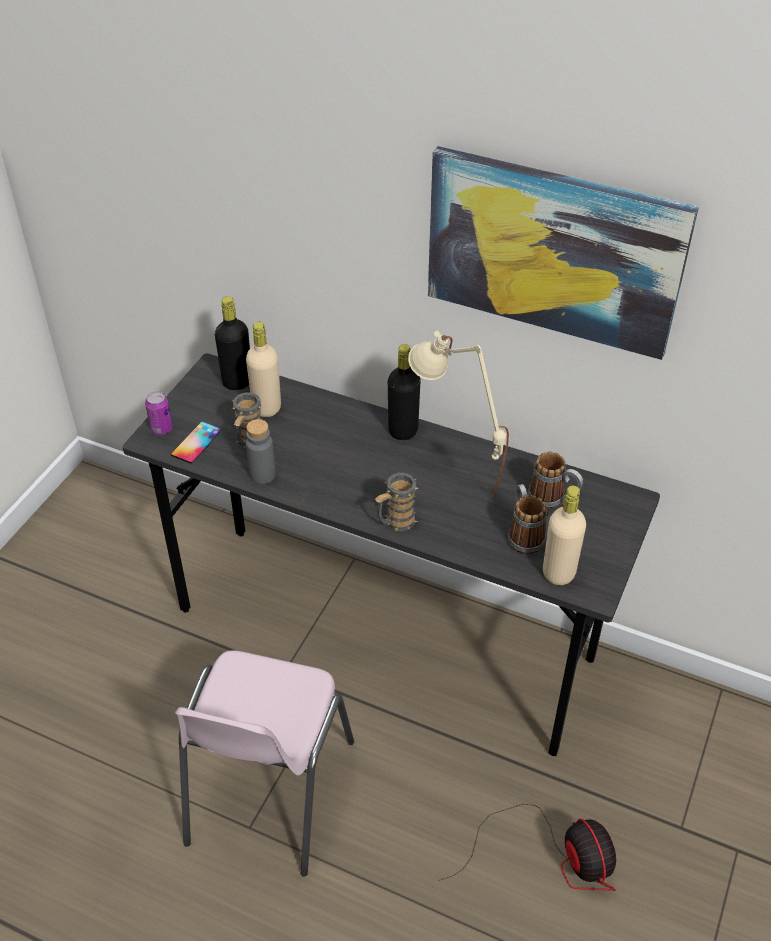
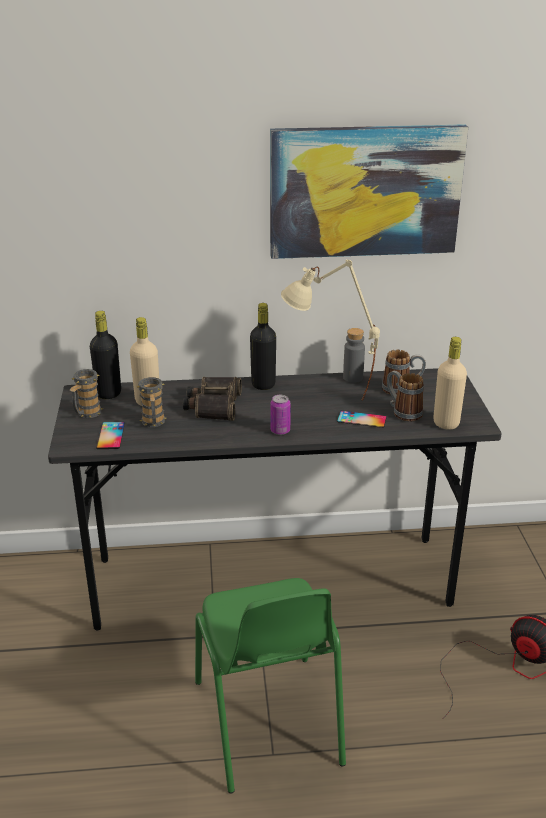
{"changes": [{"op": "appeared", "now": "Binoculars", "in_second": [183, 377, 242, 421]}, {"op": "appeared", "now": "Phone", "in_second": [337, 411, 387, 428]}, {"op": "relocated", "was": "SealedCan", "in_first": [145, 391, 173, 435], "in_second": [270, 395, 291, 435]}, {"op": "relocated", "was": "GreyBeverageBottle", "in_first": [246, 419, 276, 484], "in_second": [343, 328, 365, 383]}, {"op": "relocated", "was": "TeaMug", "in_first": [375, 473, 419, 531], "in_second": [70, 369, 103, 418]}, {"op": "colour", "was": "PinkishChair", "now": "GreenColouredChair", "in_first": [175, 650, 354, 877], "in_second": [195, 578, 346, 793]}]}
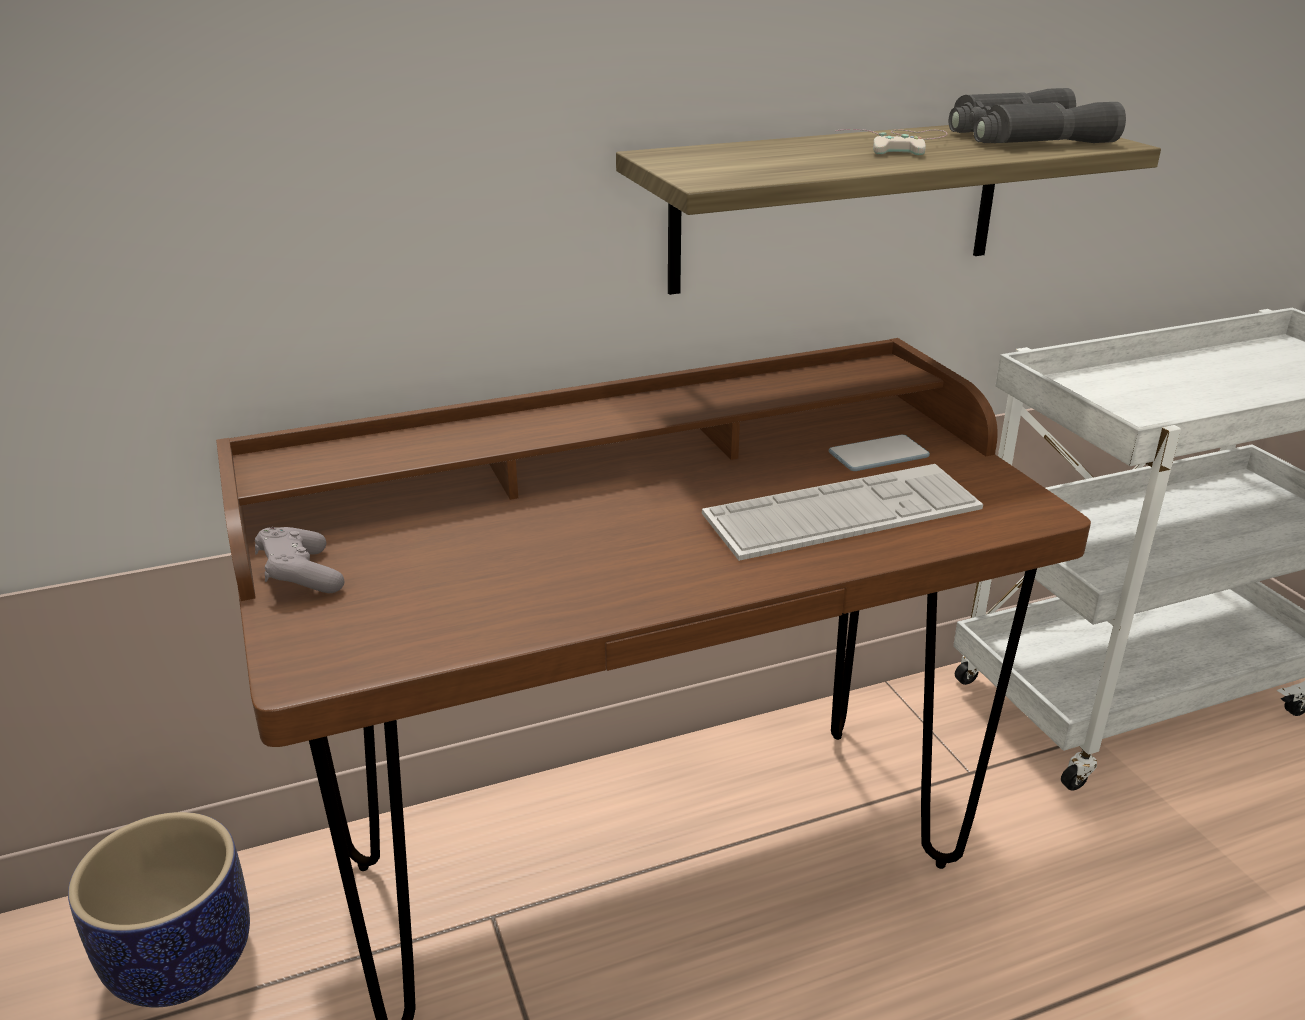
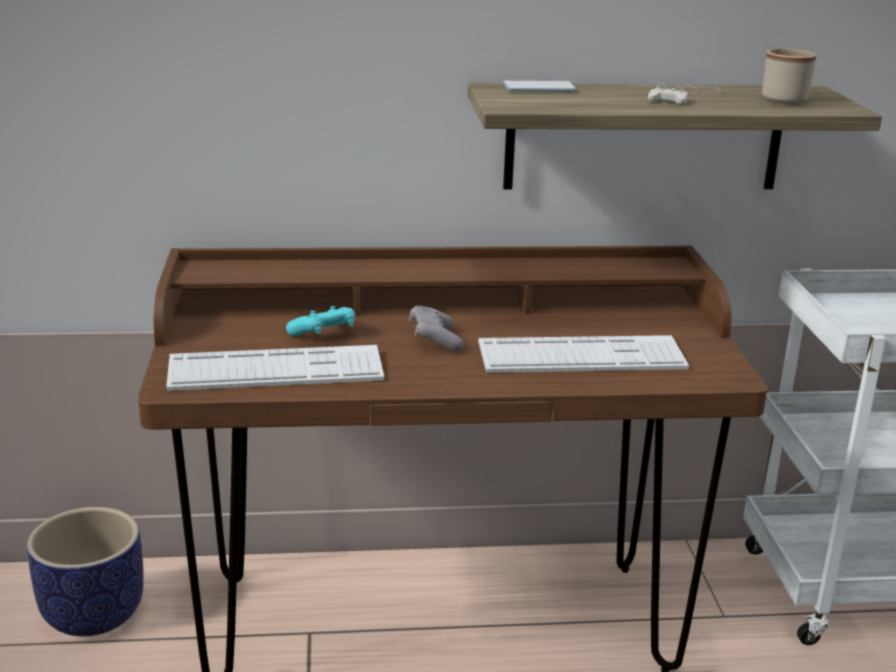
{"changes": [{"op": "appeared", "now": "ComputerKeyboard", "in_second": [166, 345, 384, 391]}, {"op": "appeared", "now": "TurquoiseColouredGamepad", "in_second": [286, 306, 355, 336]}, {"op": "relocated", "was": "GreyGamepad", "in_first": [255, 527, 344, 593], "in_second": [409, 305, 463, 351]}, {"op": "relocated", "was": "Phone", "in_first": [829, 435, 930, 471], "in_second": [502, 80, 577, 92]}, {"op": "exchanged", "was": "GreyBinoculars", "now": "BeigeColouredTeaMug", "in_first": [949, 88, 1126, 143], "in_second": [762, 48, 816, 104]}]}
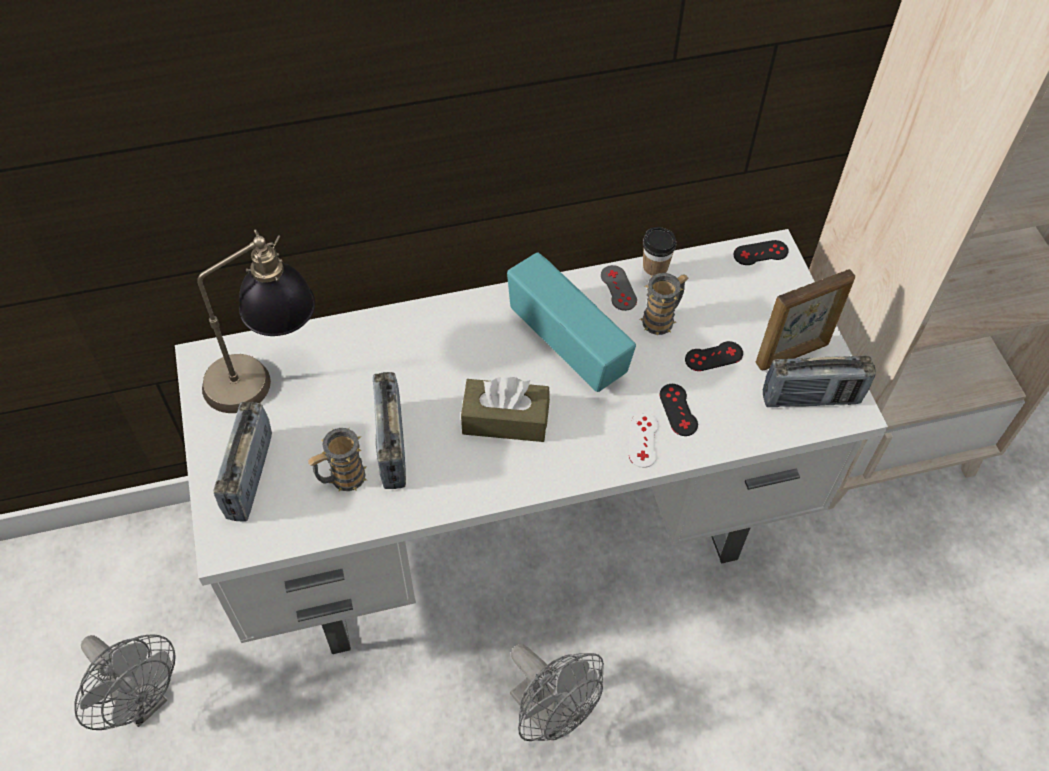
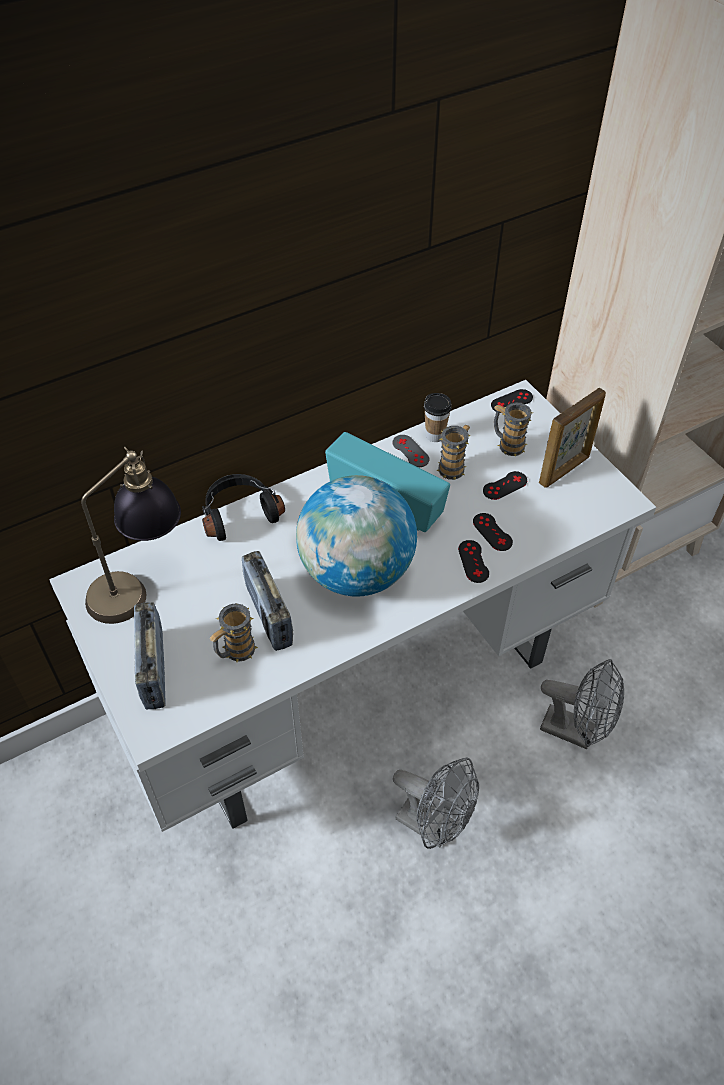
{"changes": [{"op": "missing", "was": "RadioReceiver", "in_first": [763, 356, 876, 407]}, {"op": "appeared", "now": "BlackishHeadset", "in_second": [202, 474, 285, 541]}, {"op": "appeared", "now": "TeaMug", "in_second": [494, 402, 533, 456]}, {"op": "relocated", "was": "GreyFan", "in_first": [74, 634, 176, 730], "in_second": [540, 659, 624, 749]}, {"op": "exchanged", "was": "BrownBoxOfTissues", "now": "WorldGlobe", "in_first": [461, 377, 550, 442], "in_second": [296, 475, 417, 597]}, {"op": "colour", "was": "WhiteColouredGamepad", "now": "BlackishGamepad", "in_first": [629, 413, 658, 468], "in_second": [458, 540, 489, 583]}]}
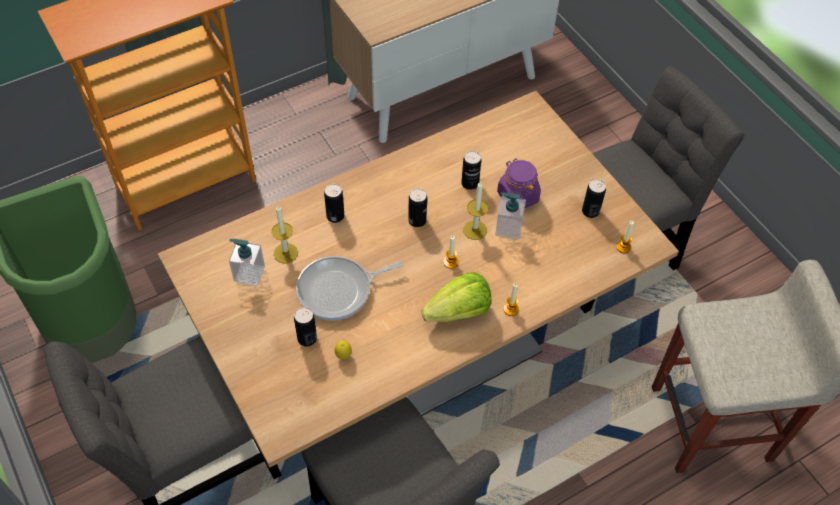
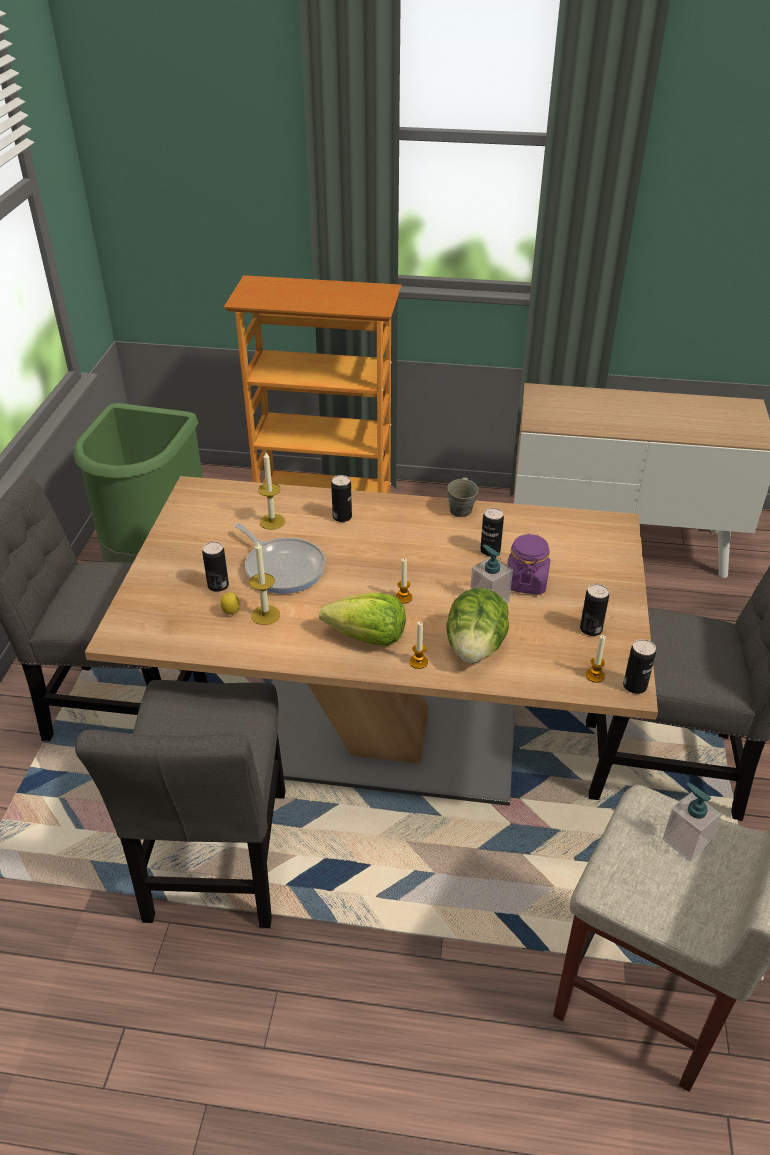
{"changes": [{"op": "appeared", "now": "Lettuce", "in_second": [446, 588, 509, 663]}, {"op": "appeared", "now": "GreyTeaMug", "in_second": [447, 478, 478, 517]}, {"op": "relocated", "was": "SoapBottle", "in_first": [229, 239, 265, 286], "in_second": [663, 782, 722, 862]}, {"op": "relocated", "was": "SealedCan", "in_first": [408, 188, 427, 227], "in_second": [623, 639, 656, 694]}, {"op": "relocated", "was": "Candle", "in_first": [463, 181, 488, 240], "in_second": [250, 542, 280, 625]}, {"op": "spun", "was": "FryingPan", "in_first": [296, 256, 404, 321], "in_second": [235, 523, 326, 594], "clockwise": -150}]}
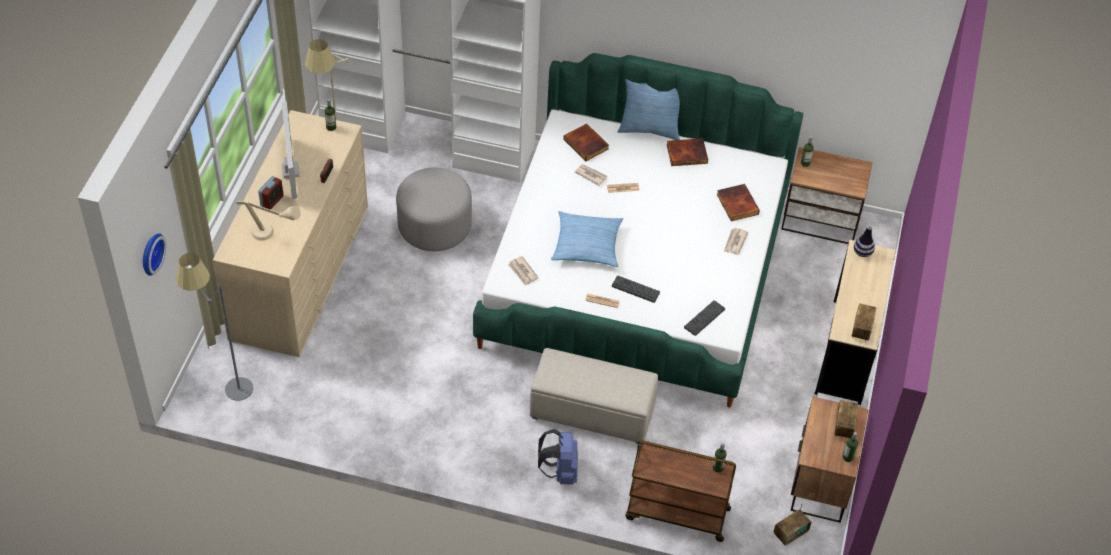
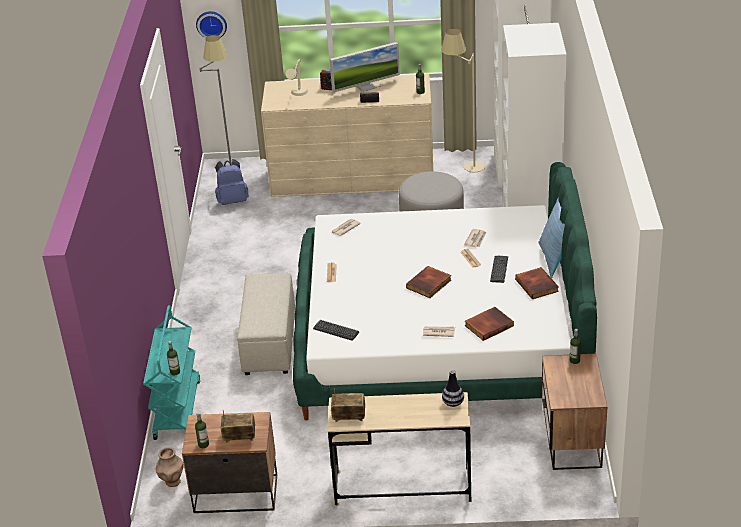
{"changes": [{"op": "missing", "was": "Cushion", "in_first": [551, 211, 623, 267]}, {"op": "relocated", "was": "BlueColouredBackpack", "in_first": [538, 429, 578, 485], "in_second": [215, 159, 249, 205]}, {"op": "relocated", "was": "Book", "in_first": [563, 124, 609, 161], "in_second": [406, 266, 451, 298]}, {"op": "relocated", "was": "ComputerKeyboard", "in_first": [612, 276, 660, 303], "in_second": [490, 256, 508, 283]}, {"op": "exchanged", "was": "RadioReceiver", "now": "BrownFlowerVase", "in_first": [774, 503, 811, 546], "in_second": [156, 447, 184, 487]}, {"op": "colour", "was": "BrownWheeledCart", "now": "TurquoiseColouredWheeledCart", "in_first": [625, 440, 736, 542], "in_second": [143, 305, 200, 440]}]}
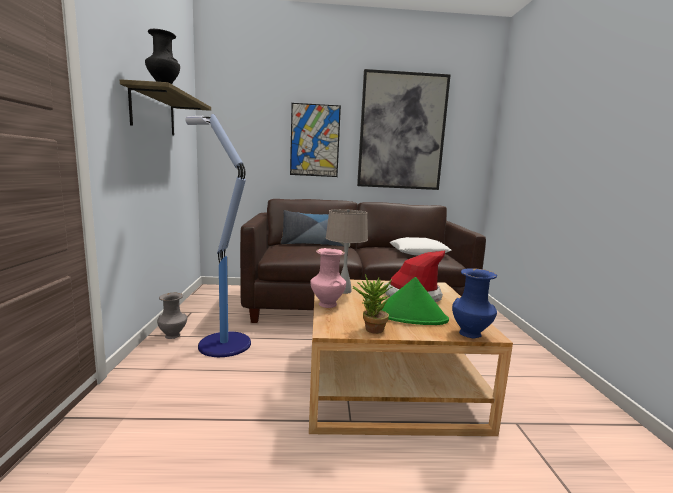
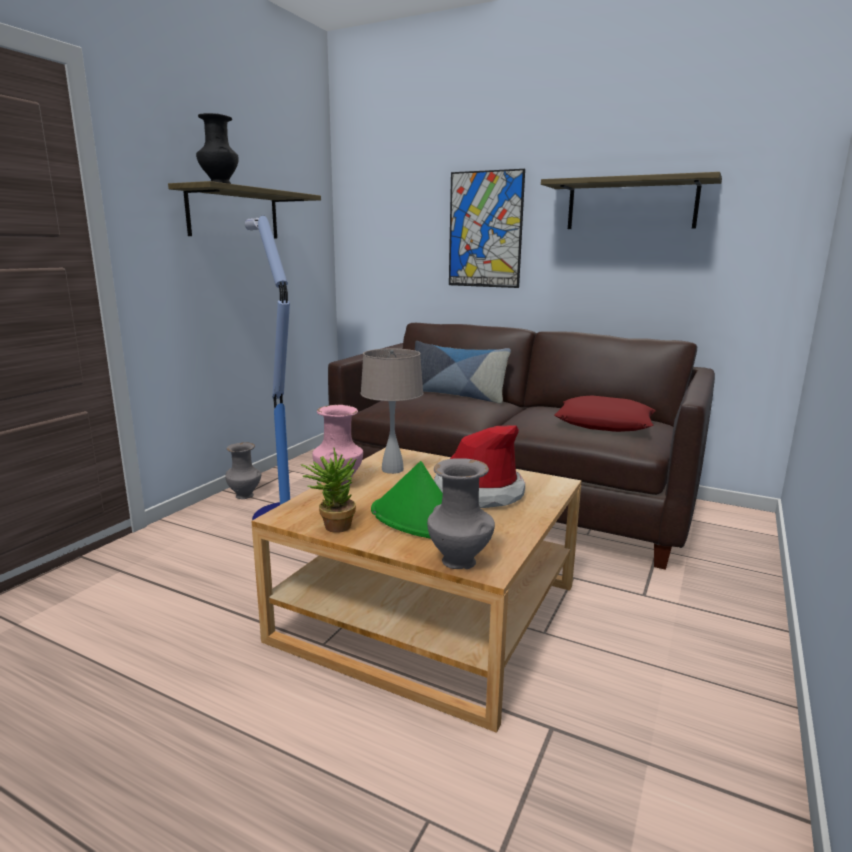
{"changes": [{"op": "exchanged", "was": "Picture", "now": "Shelf", "in_first": [357, 69, 451, 190], "in_second": [541, 172, 722, 229]}, {"op": "colour", "was": "WhiteColouredCushion", "now": "ReddishCushion", "in_first": [389, 237, 452, 255], "in_second": [554, 395, 656, 432]}, {"op": "colour", "was": "BlueColouredFlowerVase", "now": "GreyFlowerVase", "in_first": [452, 268, 497, 339], "in_second": [427, 458, 495, 569]}]}
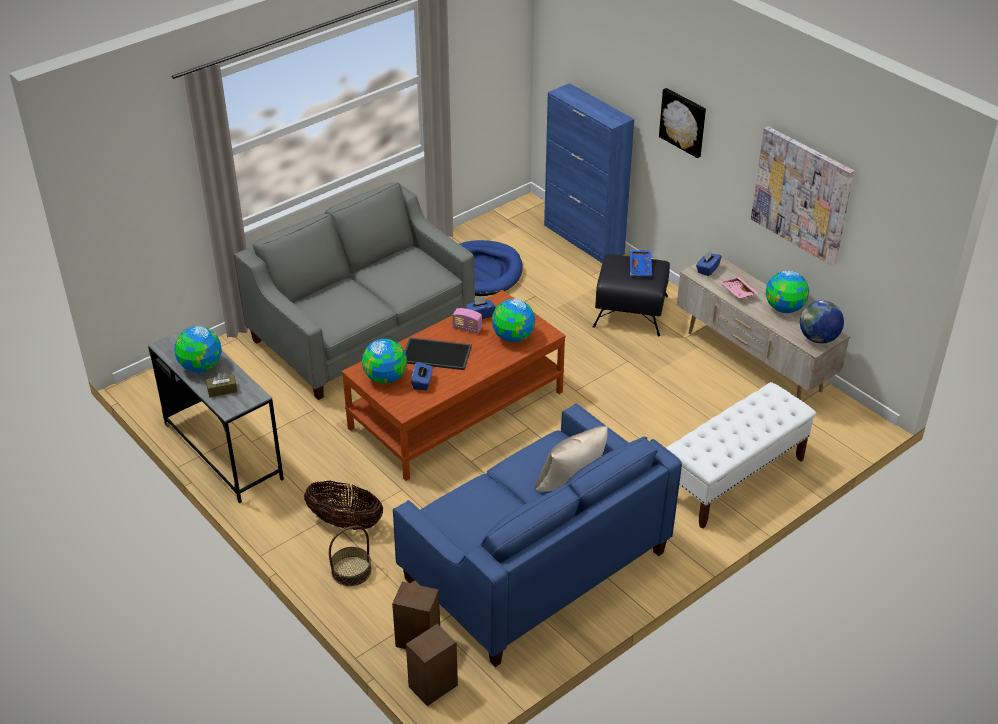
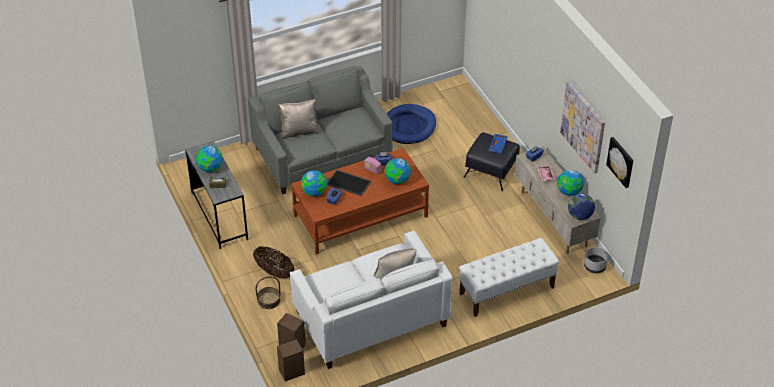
{"changes": [{"op": "missing", "was": "BlueColouredCupboard", "in_first": [544, 83, 634, 263]}, {"op": "appeared", "now": "BeigeColouredCushion", "in_second": [279, 99, 319, 138]}, {"op": "appeared", "now": "GreyPlanter", "in_second": [584, 247, 608, 273]}, {"op": "relocated", "was": "Picture", "in_first": [659, 88, 706, 158], "in_second": [606, 137, 633, 188]}, {"op": "colour", "was": "BlueColouredSettee", "now": "WhiteColouredSettee", "in_first": [393, 404, 682, 667], "in_second": [290, 230, 453, 369]}]}
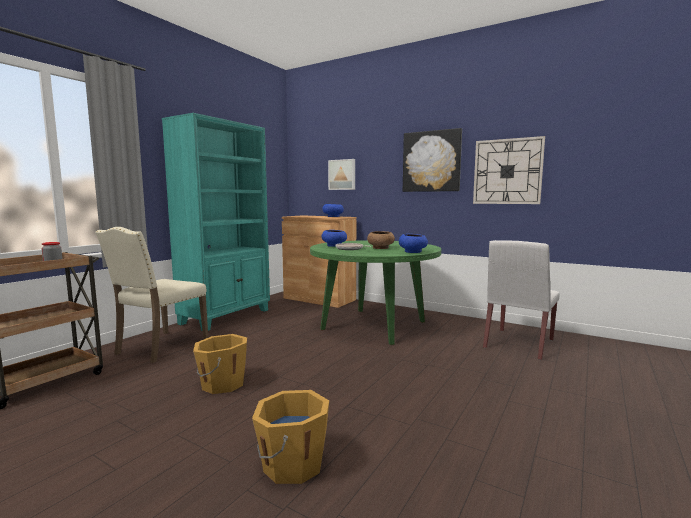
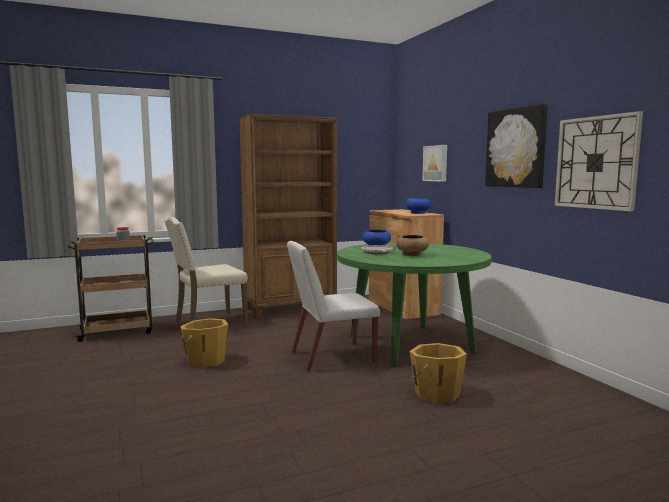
{"changes": [{"op": "missing", "was": "BlueColouredServingBowl", "in_first": [399, 234, 428, 253]}, {"op": "relocated", "was": "OrangeyBucket", "in_first": [252, 390, 329, 484], "in_second": [410, 343, 467, 403]}, {"op": "relocated", "was": "WhiteColouredChair", "in_first": [483, 240, 559, 360], "in_second": [287, 241, 380, 372]}, {"op": "colour", "was": "TurquoiseColouredBookcase", "now": "BrownBookcase", "in_first": [162, 113, 270, 331], "in_second": [239, 114, 337, 319]}]}
